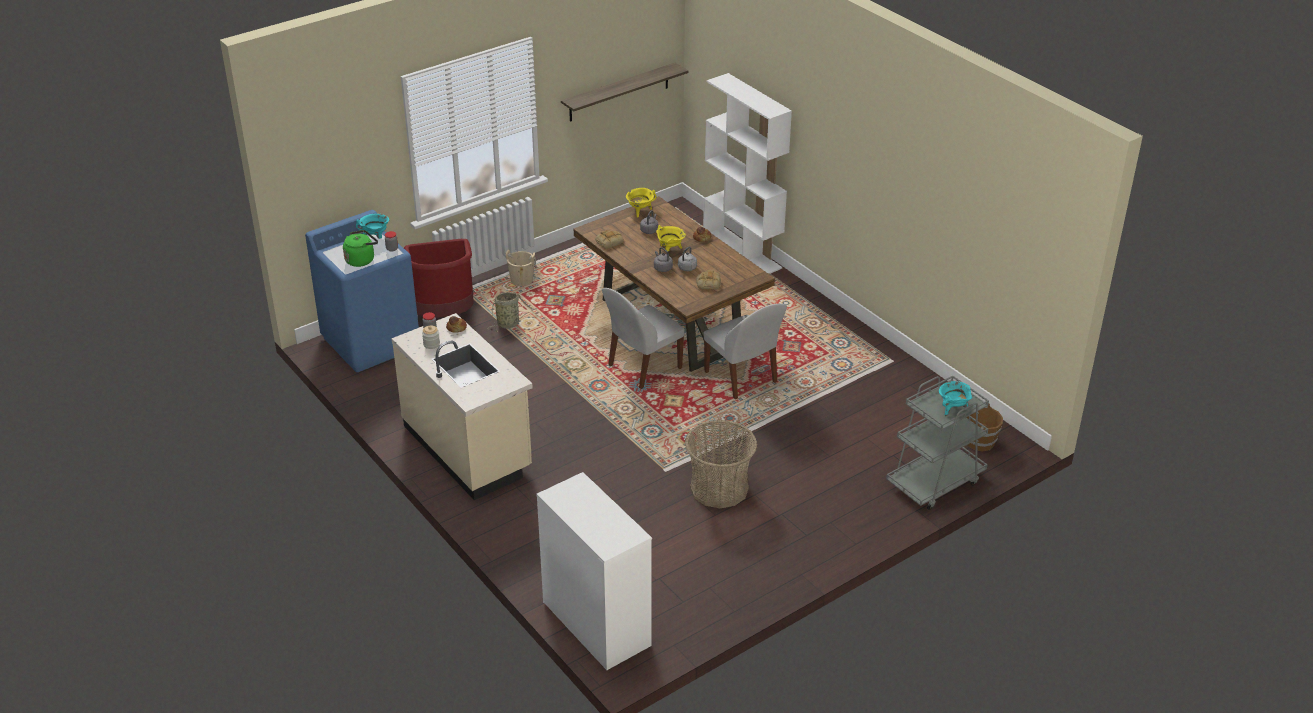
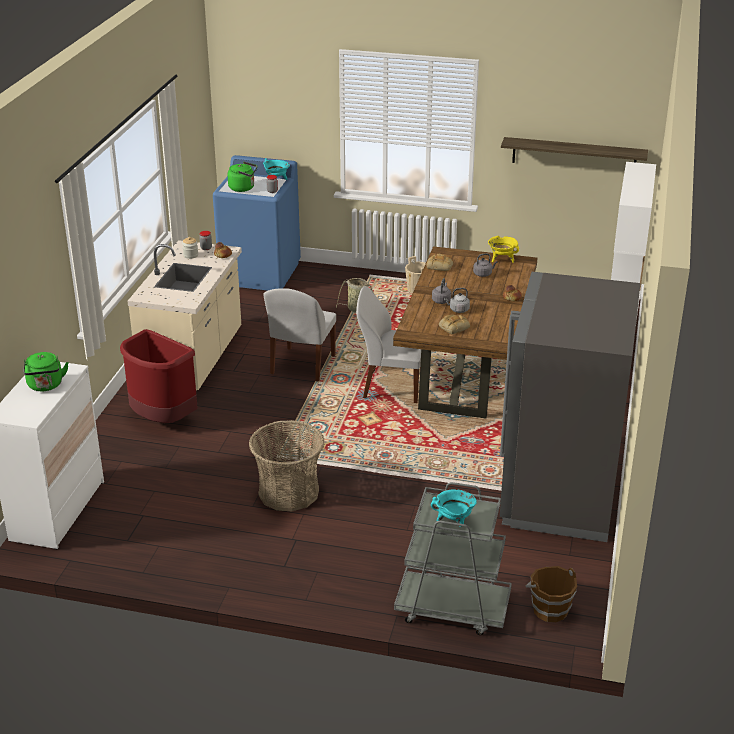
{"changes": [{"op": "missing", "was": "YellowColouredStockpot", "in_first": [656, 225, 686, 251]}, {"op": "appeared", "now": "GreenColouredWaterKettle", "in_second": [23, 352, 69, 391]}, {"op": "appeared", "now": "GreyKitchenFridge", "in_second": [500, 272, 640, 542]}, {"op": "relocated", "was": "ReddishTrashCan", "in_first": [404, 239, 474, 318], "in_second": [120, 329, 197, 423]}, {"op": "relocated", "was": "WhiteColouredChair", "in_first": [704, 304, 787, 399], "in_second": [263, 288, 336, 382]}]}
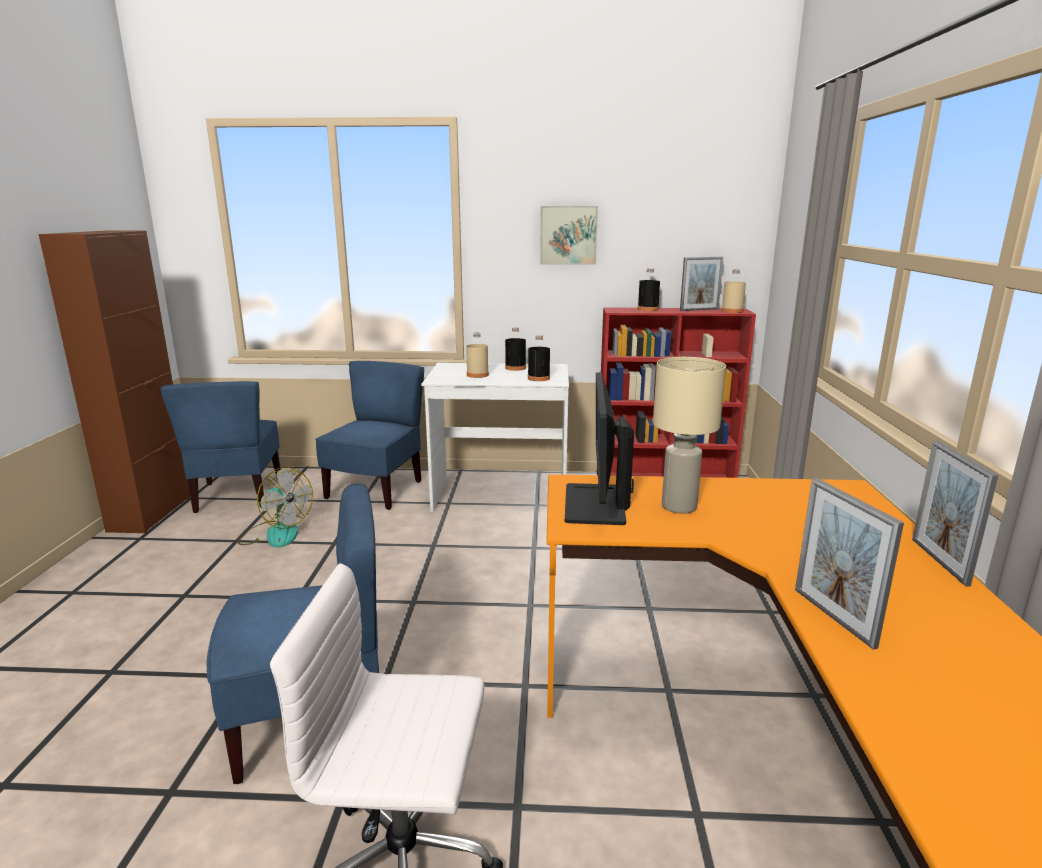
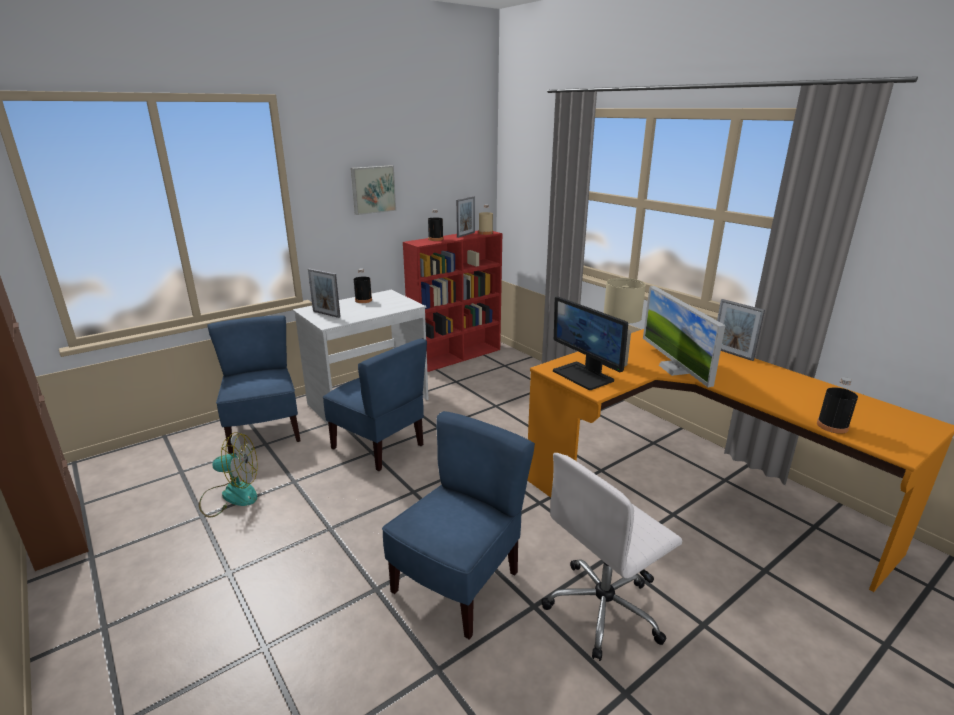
{"changes": [{"op": "missing", "was": "BeigeColouredBeverageBottle", "in_first": [466, 333, 489, 378]}, {"op": "appeared", "now": "ComputerScreen", "in_second": [643, 286, 725, 387]}, {"op": "relocated", "was": "BlueColouredChair", "in_first": [160, 381, 281, 513], "in_second": [323, 338, 427, 471]}, {"op": "relocated", "was": "BlackishBeverageBottle", "in_first": [528, 335, 550, 381], "in_second": [817, 377, 858, 434]}, {"op": "relocated", "was": "PhotoFrame", "in_first": [795, 478, 904, 650], "in_second": [308, 269, 341, 318]}]}
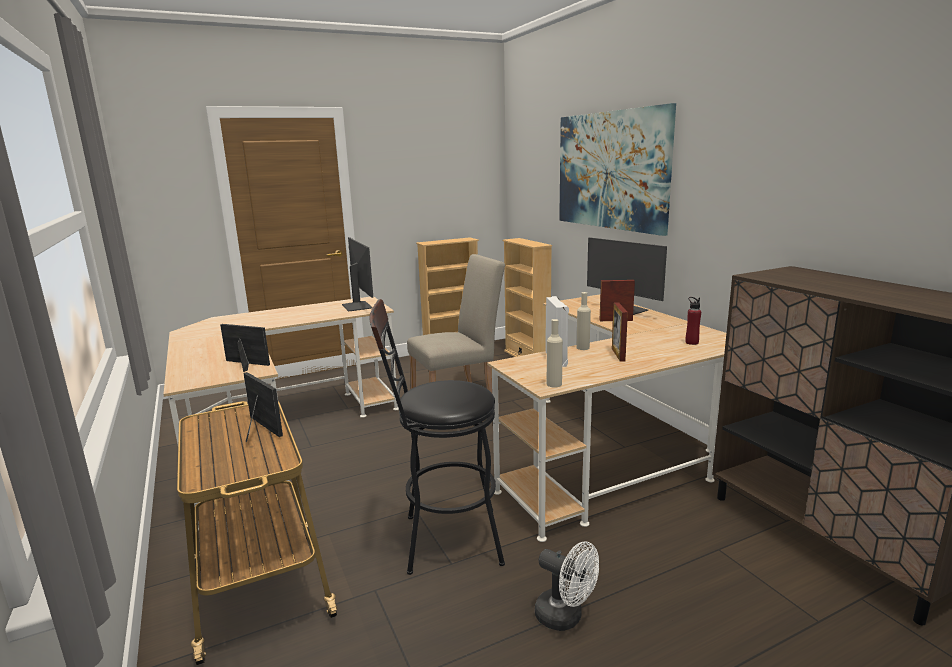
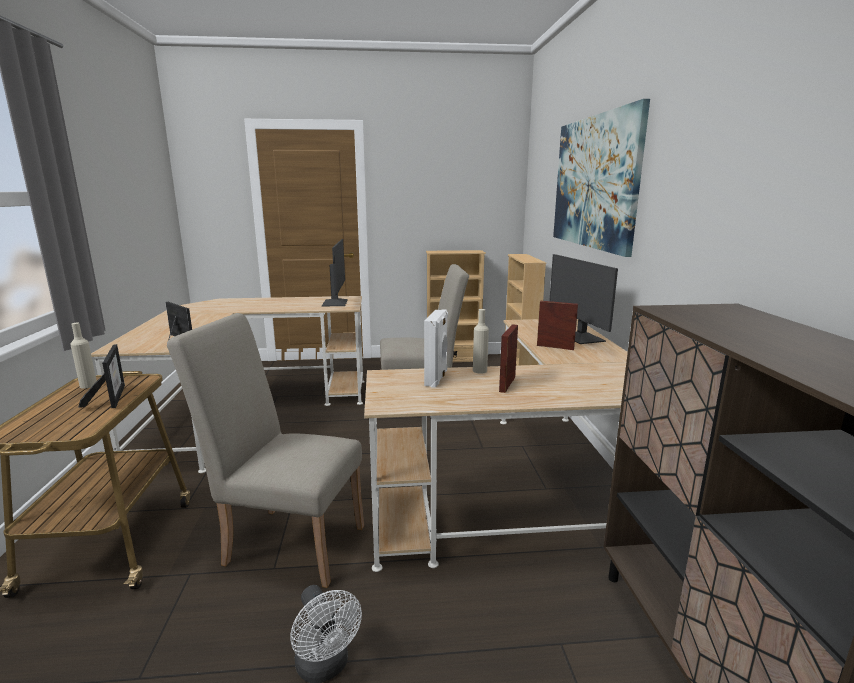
{"changes": [{"op": "missing", "was": "ReddishBeverageBottle", "in_first": [685, 297, 701, 345]}, {"op": "relocated", "was": "BeigeColouredBeverageBottle", "in_first": [547, 319, 563, 388], "in_second": [70, 322, 97, 389]}, {"op": "exchanged", "was": "BlackishSittingStool", "now": "BeigeColouredChair", "in_first": [370, 299, 505, 575], "in_second": [167, 313, 364, 588]}]}
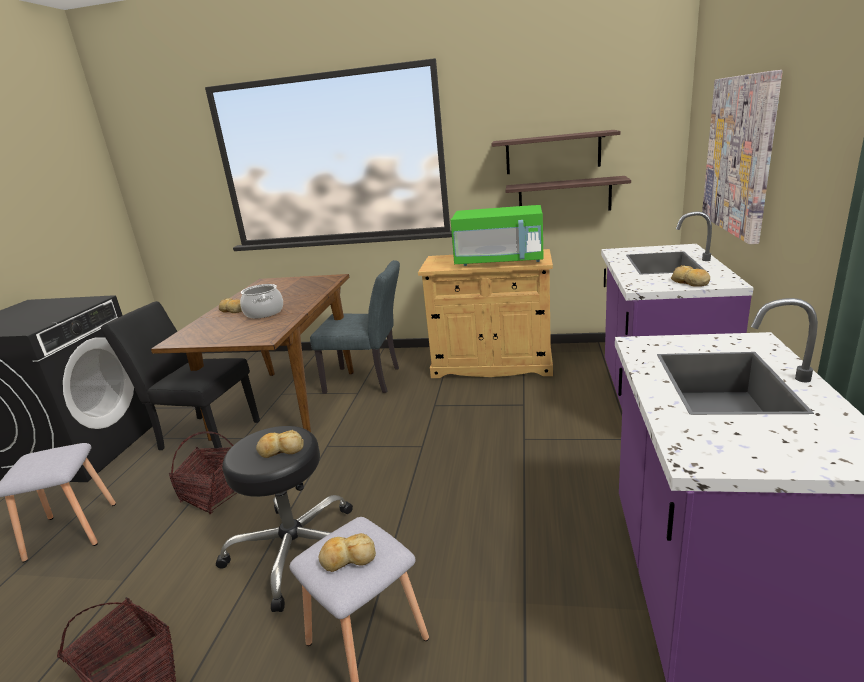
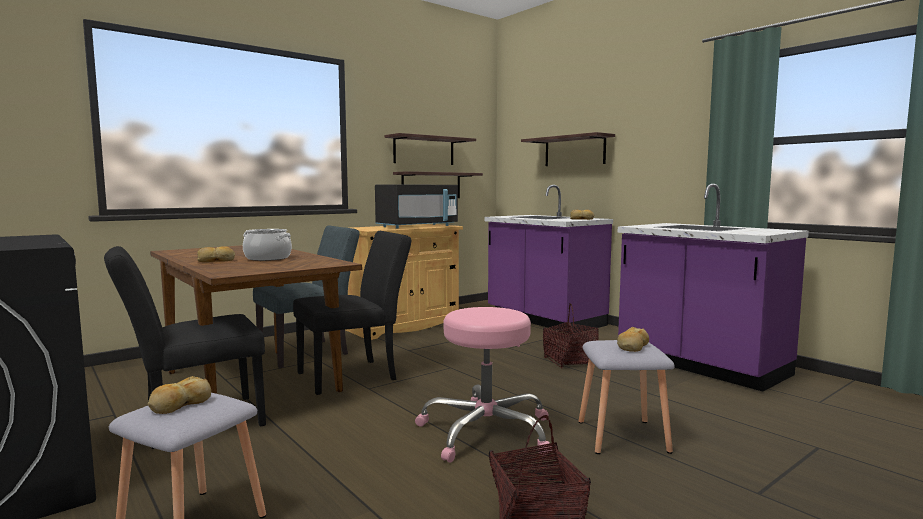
{"changes": [{"op": "appeared", "now": "BlackishChair", "in_second": [293, 231, 411, 395]}, {"op": "relocated", "was": "HouseholdBasket", "in_first": [169, 431, 237, 514], "in_second": [543, 303, 598, 369]}, {"op": "relocated", "was": "BakedBread", "in_first": [256, 430, 304, 458], "in_second": [148, 376, 211, 414]}, {"op": "exchanged", "was": "Picture", "now": "Shelf", "in_first": [702, 70, 783, 244], "in_second": [521, 132, 615, 166]}, {"op": "colour", "was": "BlackishSittingStool", "now": "PinkishSittingStool", "in_first": [216, 426, 353, 612], "in_second": [415, 307, 552, 463]}, {"op": "colour", "was": "GreenColouredMicrowave", "now": "BlackishMicrowave", "in_first": [451, 205, 544, 266], "in_second": [375, 184, 458, 229]}]}
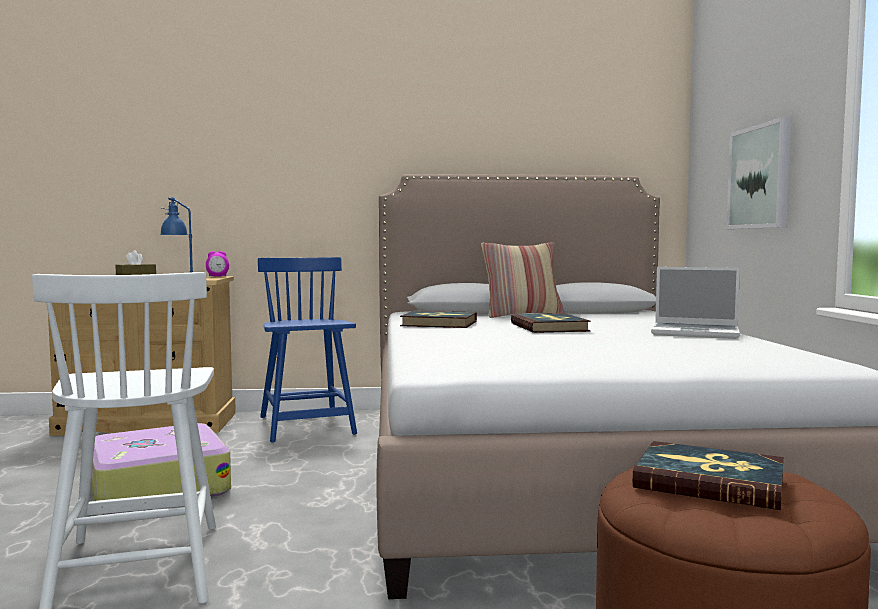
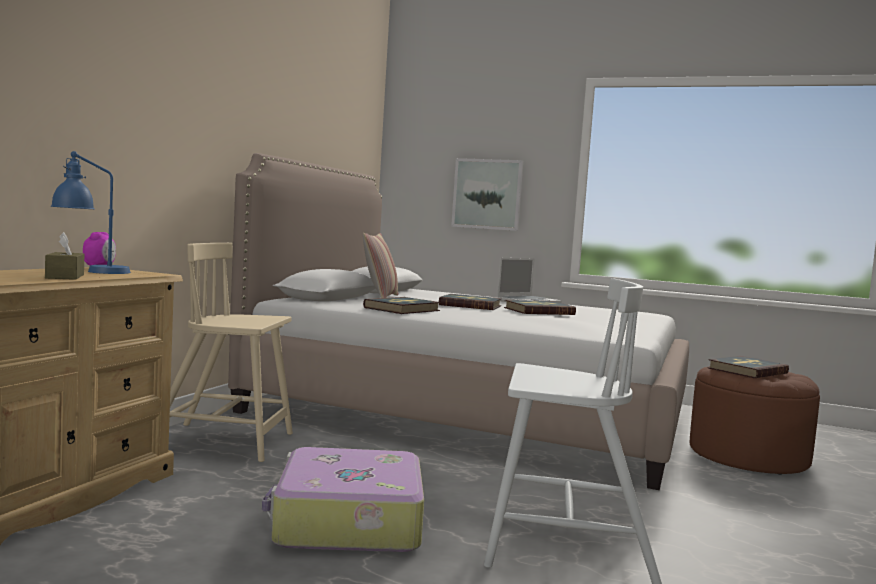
{"changes": [{"op": "appeared", "now": "Book", "in_second": [504, 300, 576, 315]}, {"op": "colour", "was": "BlueColouredChair", "now": "BeigeColouredChair", "in_first": [258, 257, 357, 442], "in_second": [170, 243, 293, 462]}]}
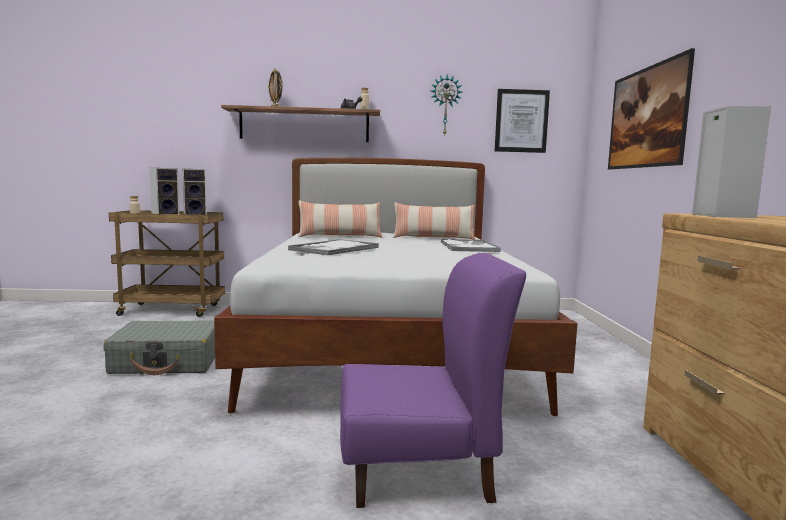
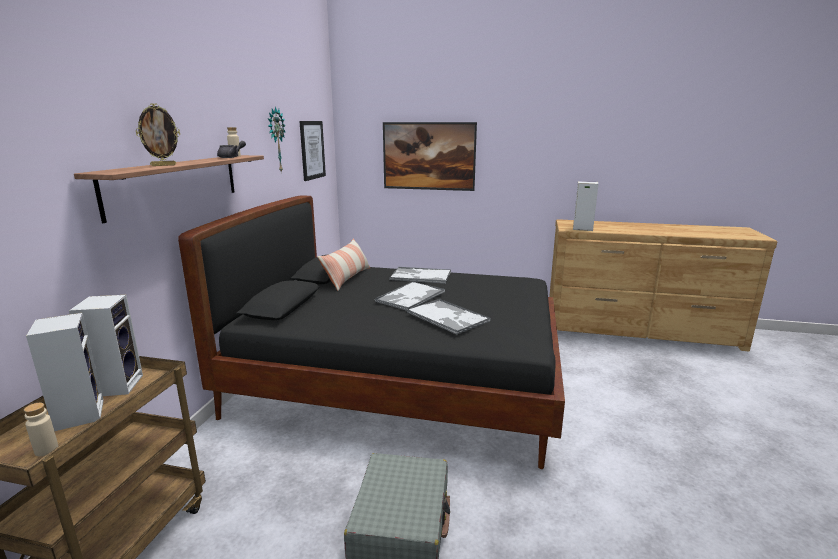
{"changes": [{"op": "missing", "was": "Cushion", "in_first": [298, 200, 382, 238]}, {"op": "missing", "was": "PurplishChair", "in_first": [340, 253, 526, 508]}, {"op": "appeared", "now": "CarryingTray", "in_second": [375, 282, 445, 311]}, {"op": "colour", "was": "WhiteColouredBedroomBed", "now": "BlackishBedroomBed", "in_first": [214, 158, 577, 416], "in_second": [178, 195, 565, 469]}]}
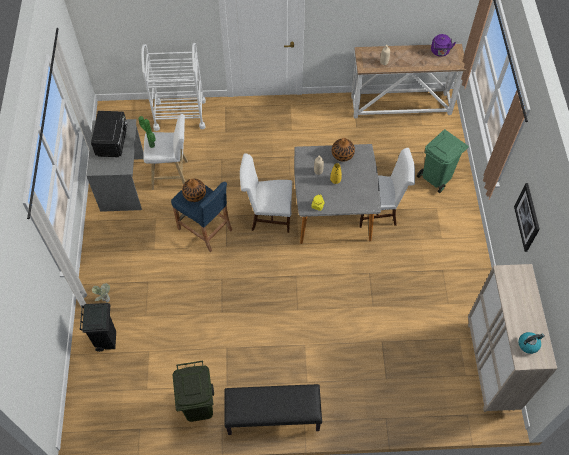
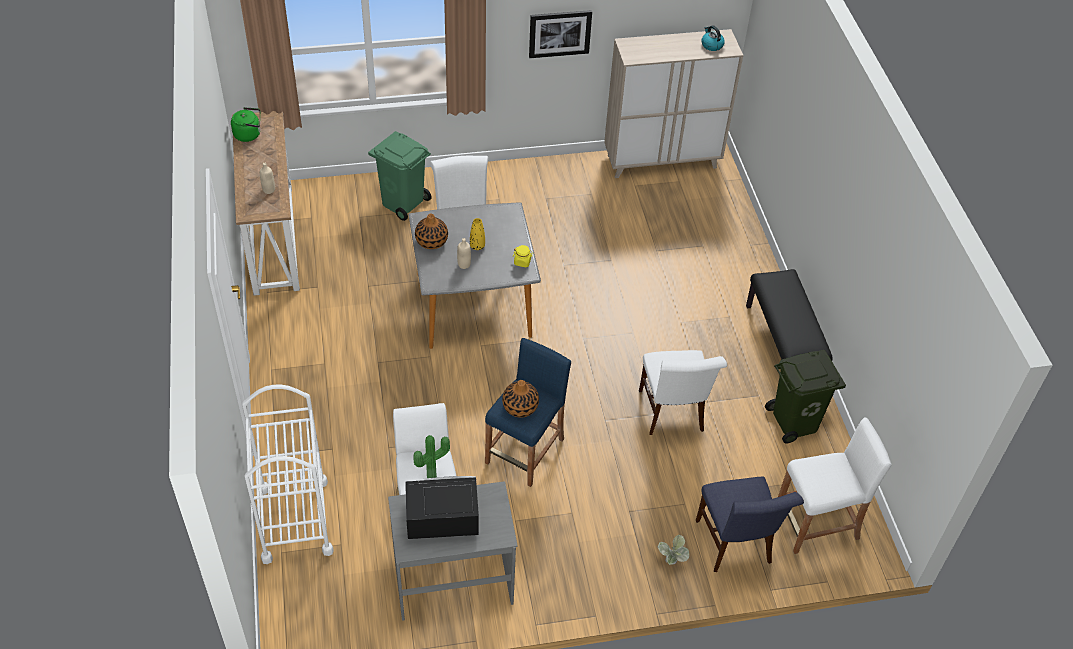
{"changes": [{"op": "appeared", "now": "WhiteColouredSittingStool", "in_second": [778, 418, 892, 554]}, {"op": "relocated", "was": "WhiteColouredChair", "in_first": [240, 153, 292, 233], "in_second": [639, 350, 727, 435]}, {"op": "exchanged", "was": "BlackishTrashCan", "now": "BlueColouredChair", "in_first": [79, 303, 116, 352], "in_second": [696, 476, 804, 572]}, {"op": "colour", "was": "PurplishWaterKettle", "now": "GreenColouredWaterKettle", "in_first": [431, 34, 456, 57], "in_second": [231, 107, 260, 142]}]}
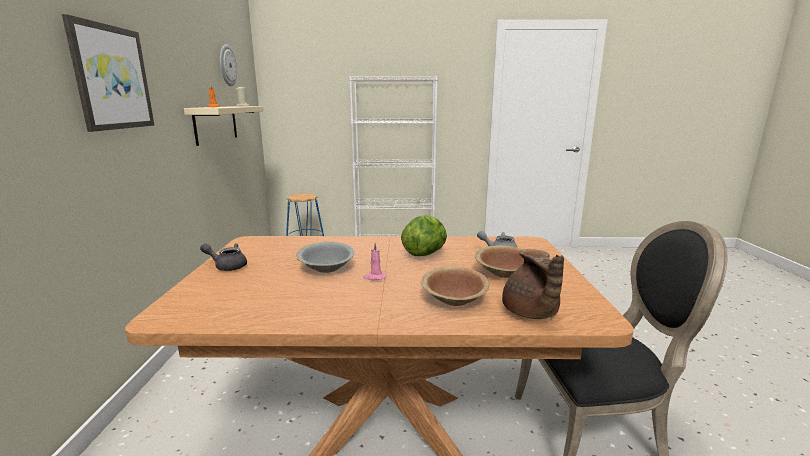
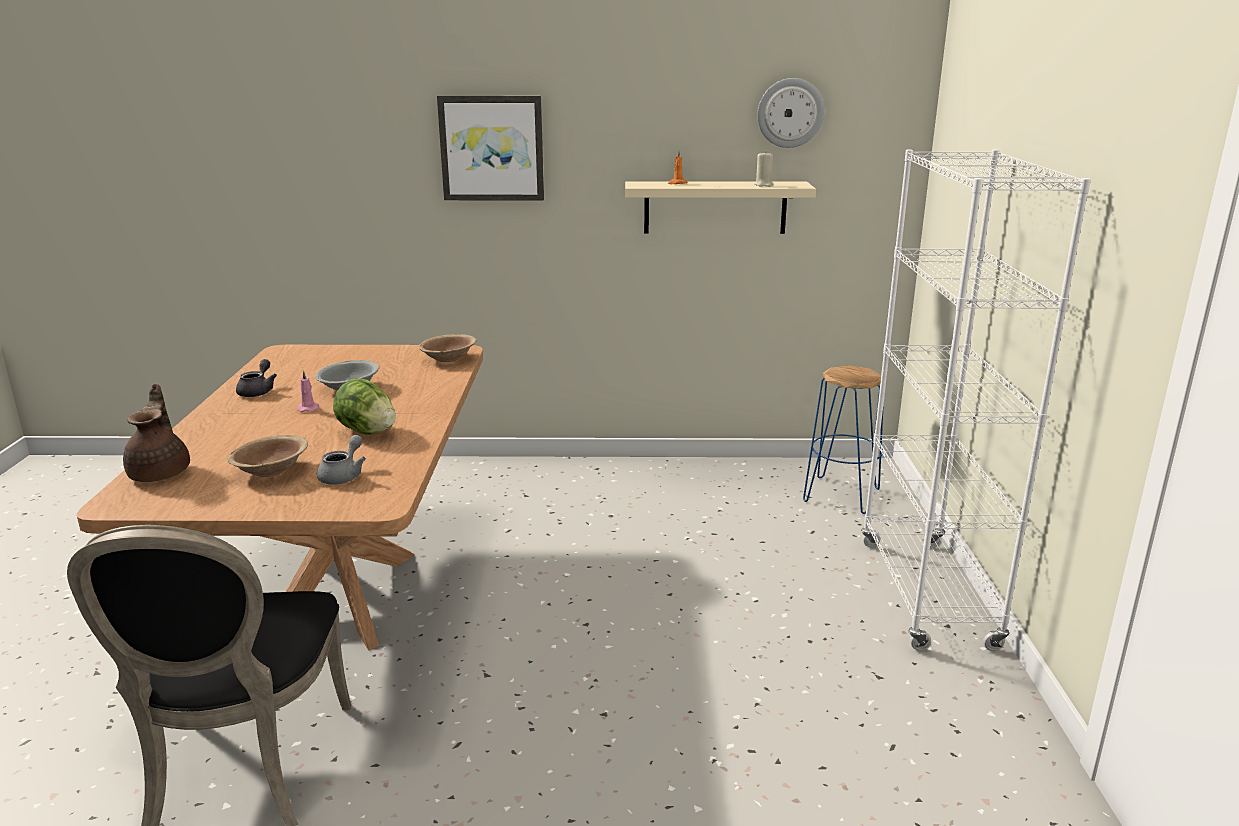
{"changes": [{"op": "relocated", "was": "GreyTeapot", "in_first": [200, 243, 247, 271], "in_second": [236, 359, 277, 397]}, {"op": "relocated", "was": "BrownServingBowl", "in_first": [421, 266, 489, 306], "in_second": [419, 334, 476, 362]}, {"op": "spun", "was": "BrownTeapot", "in_first": [502, 249, 564, 319], "in_second": [123, 384, 190, 482], "clockwise": 90}]}
